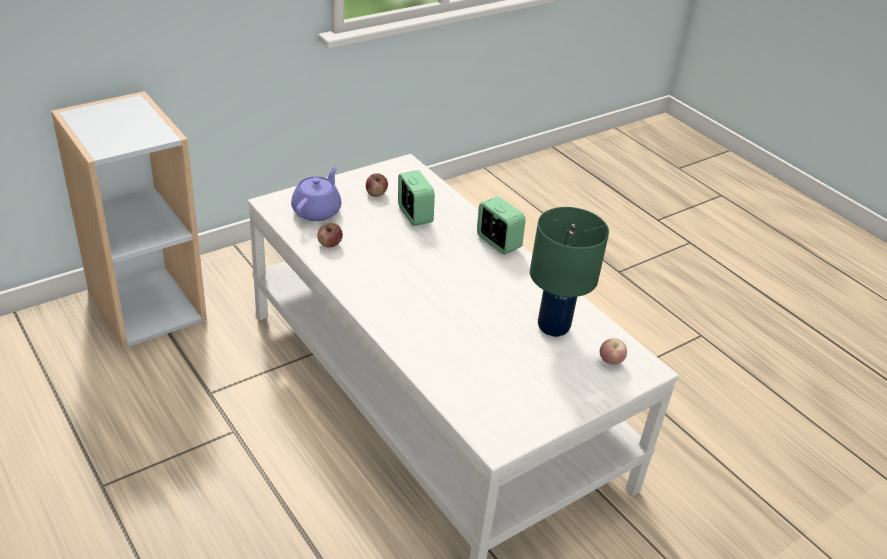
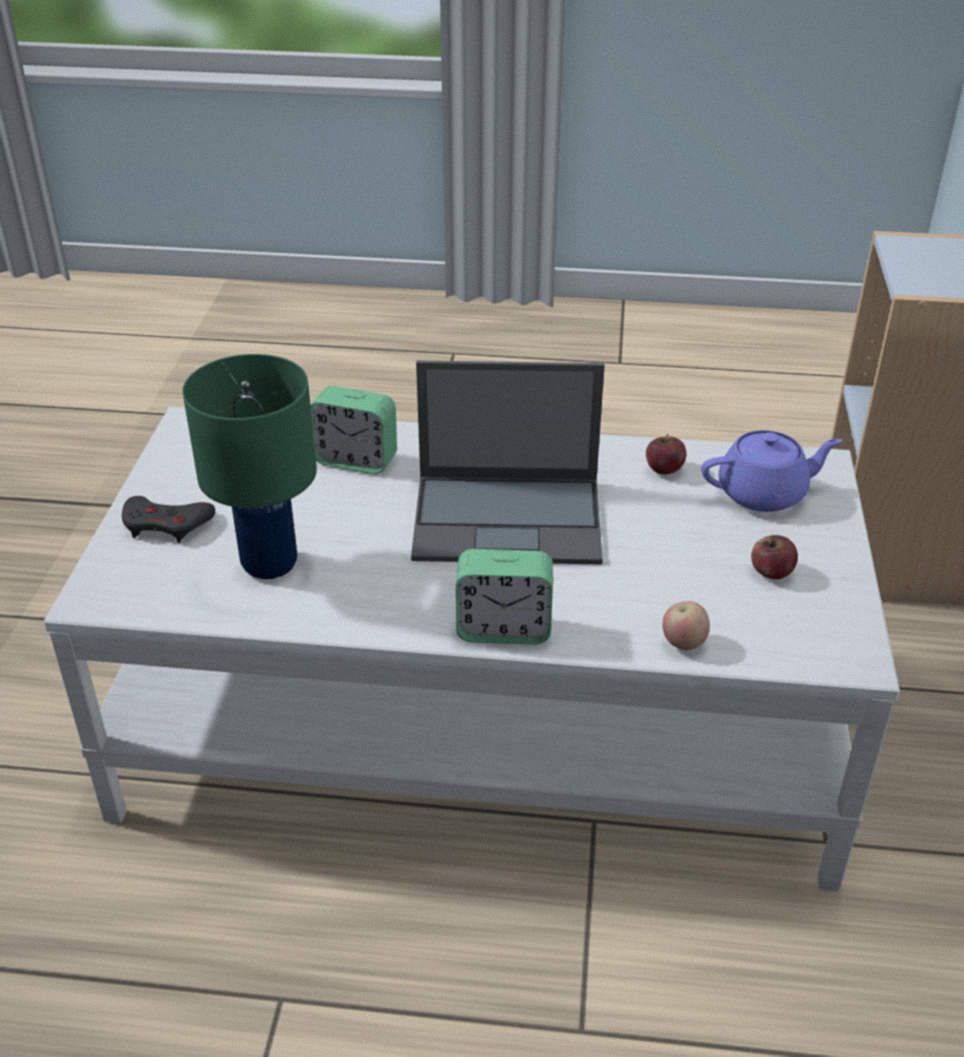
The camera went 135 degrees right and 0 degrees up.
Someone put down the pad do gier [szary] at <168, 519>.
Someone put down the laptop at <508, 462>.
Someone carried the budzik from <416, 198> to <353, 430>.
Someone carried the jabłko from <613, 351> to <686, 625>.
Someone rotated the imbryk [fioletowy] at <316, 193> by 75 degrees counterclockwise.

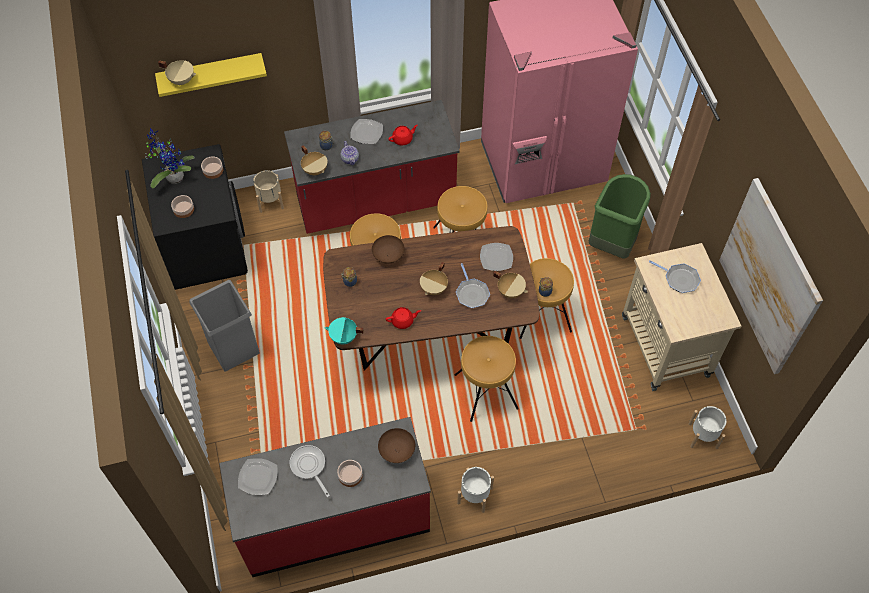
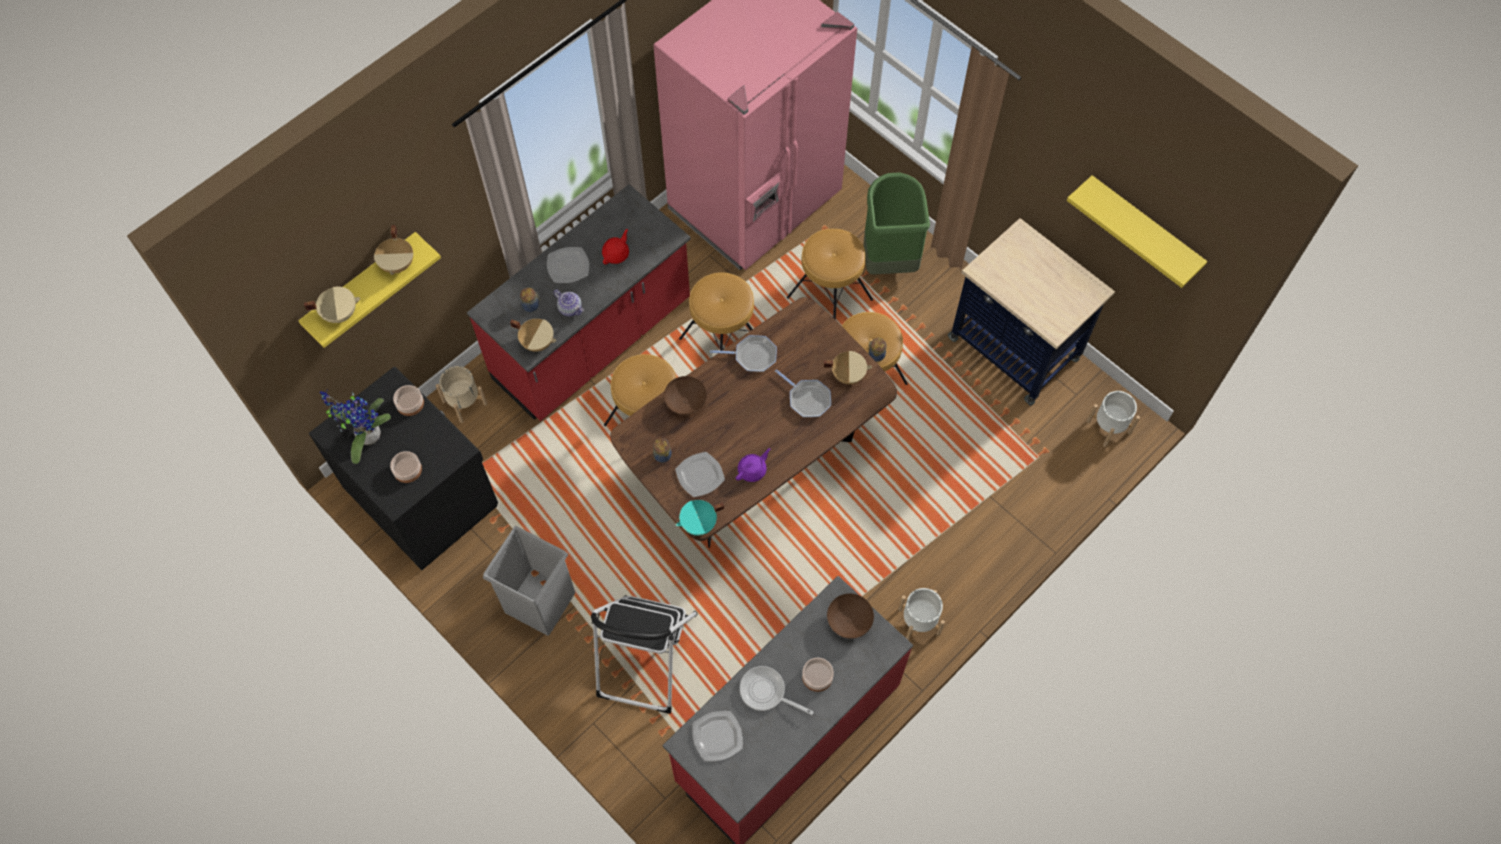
The camera went 30 degrees left and 5 degrees up.
Someone put down the drabinka at <644, 654>.
Someone carried the garnek [beżowy] from <434, 278> to <393, 250>.
Someone carried the stołek [brązowy] from <487, 379> to <830, 274>.
Someone carried the talerz from <496, 257> to <700, 474>.
Someone carried the patelnia from <675, 277> to <743, 353>.
Someone swapped the obraz at <771, 276> for the półka [żółty] at <1137, 231>.
Someone repainted the imbryk [czerwony] at <403, 318>, which became the imbryk [fioletowy] at <753, 465>.
Someone repainted the wózek [beżowy] at <681, 317>, which became the wózek [niebieski] at <1031, 312>.

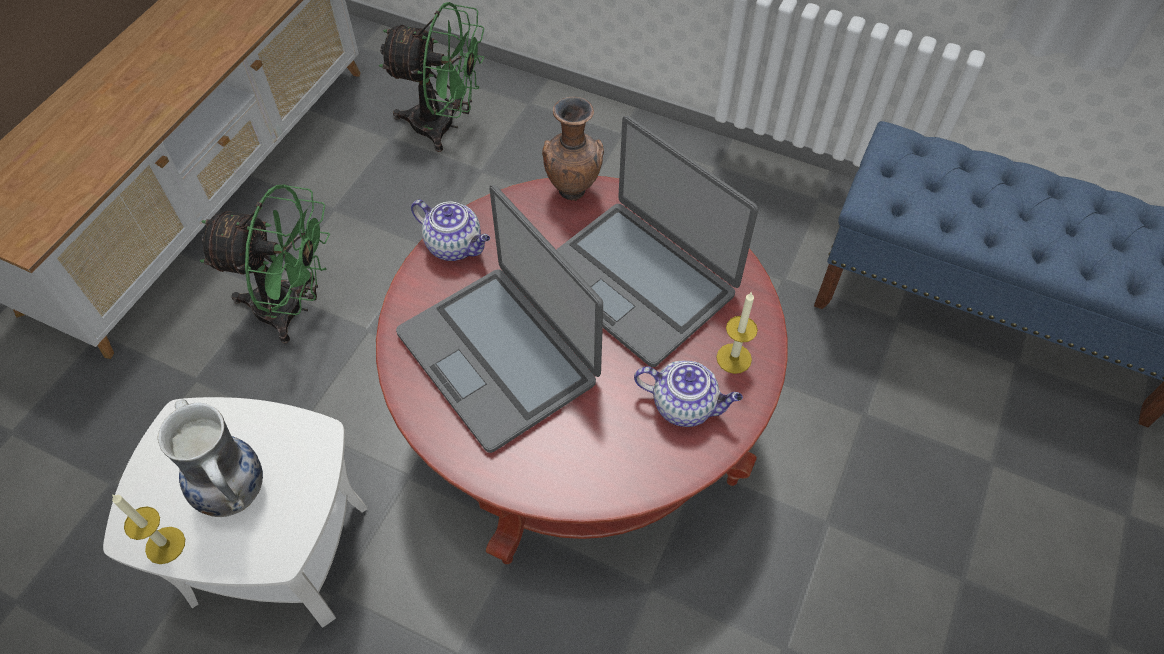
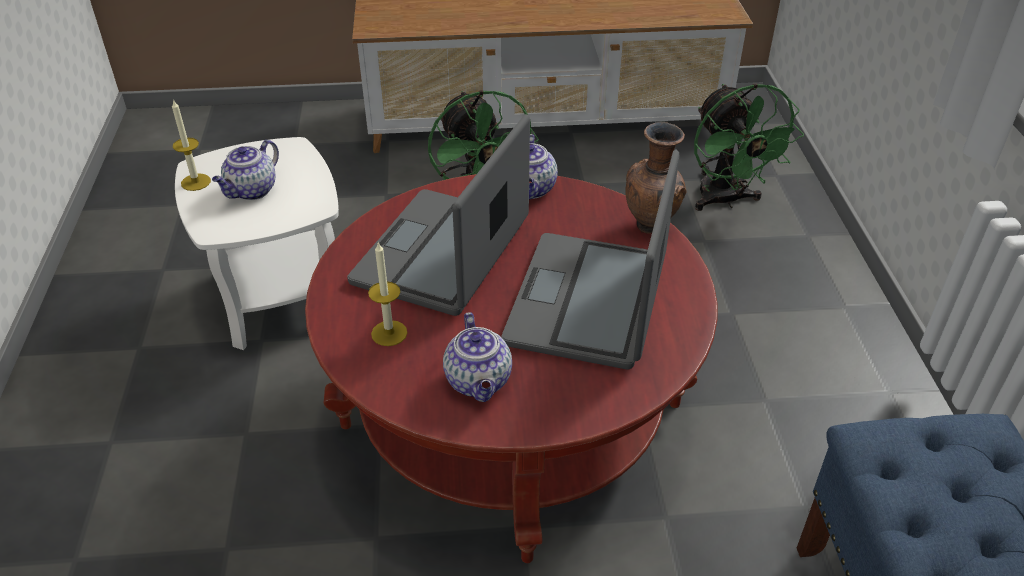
The camera went 60 degrees right and 15 degrees down.
Someone carried the świeca from <737, 332> to <387, 293>.
Someone swapped the wazon at <210, 458> for the imbryk at <245, 170>.

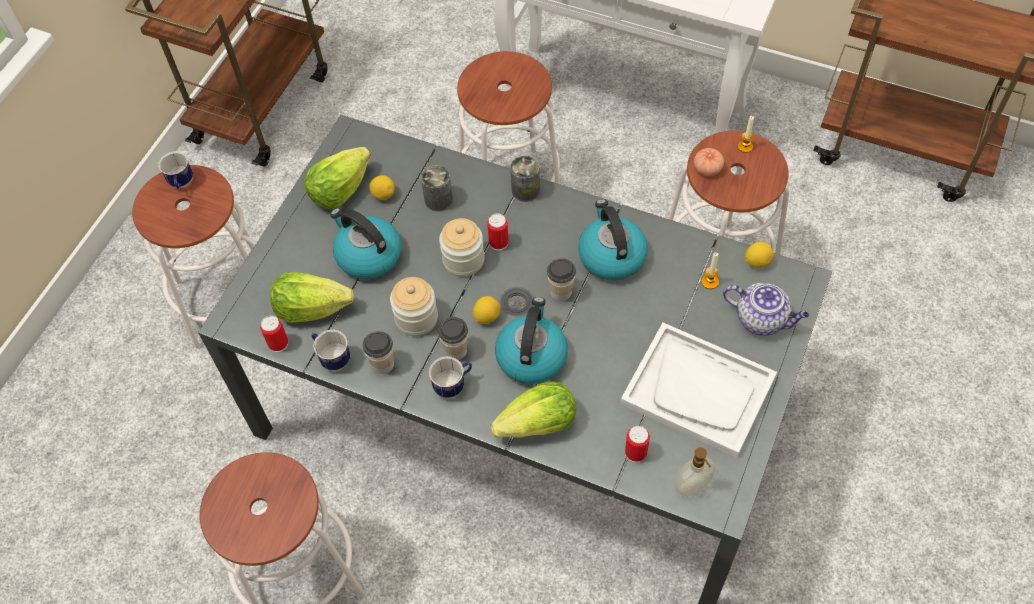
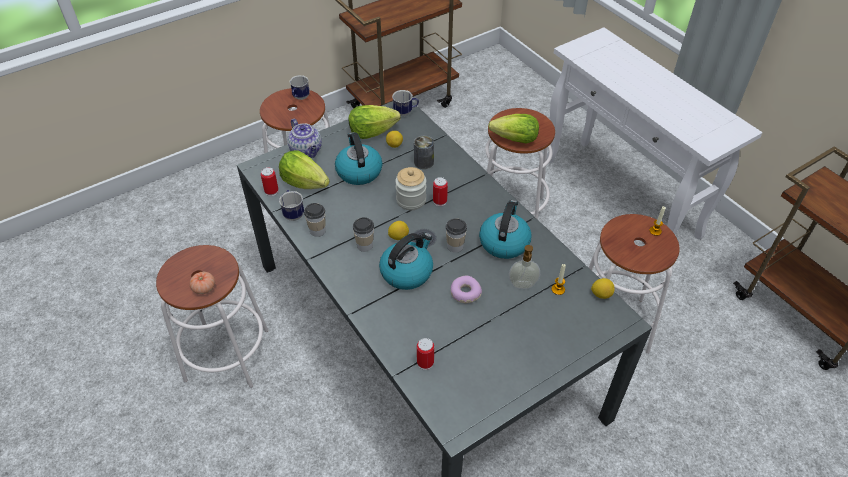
The camera went 30 degrees right and 10 degrees down.
Someone took away the słoik at <414, 306>.
Someone took away the puszka at <525, 178>.
Someone took away the taca [biały] at <698, 390>.
Someone put down the donut at <466, 289>.
Someone carried the kubek from <450, 377> to <405, 103>.
Someone carried the sałata from <533, 409> to <513, 129>.
Someone carried the dozownik mydła from <695, 471> to <524, 267>.
Someone carried the pomidor from <709, 162> to <202, 283>.
Someone carried the imbryk from <766, 309> to <305, 138>.

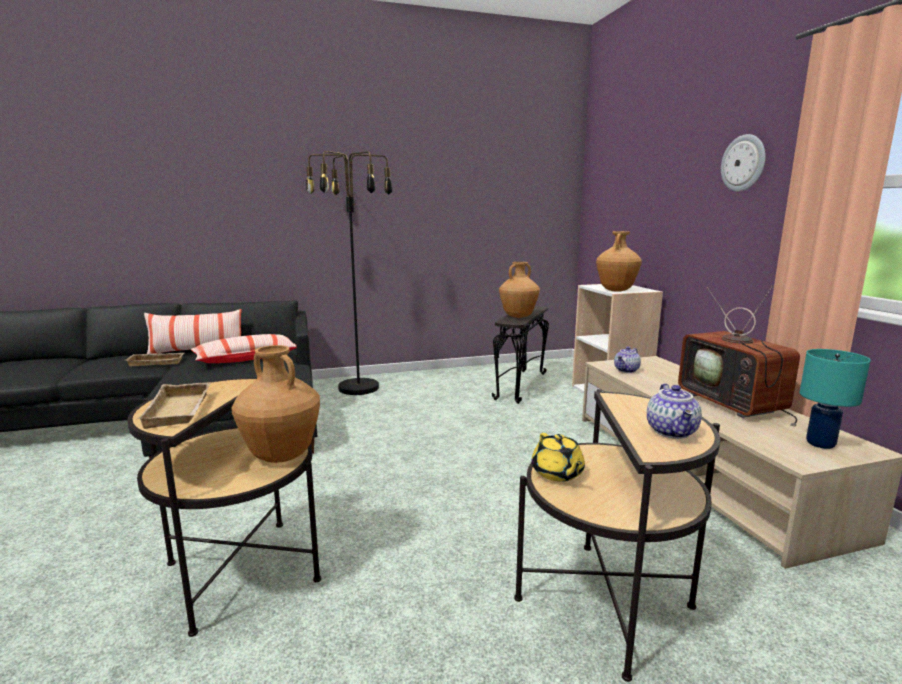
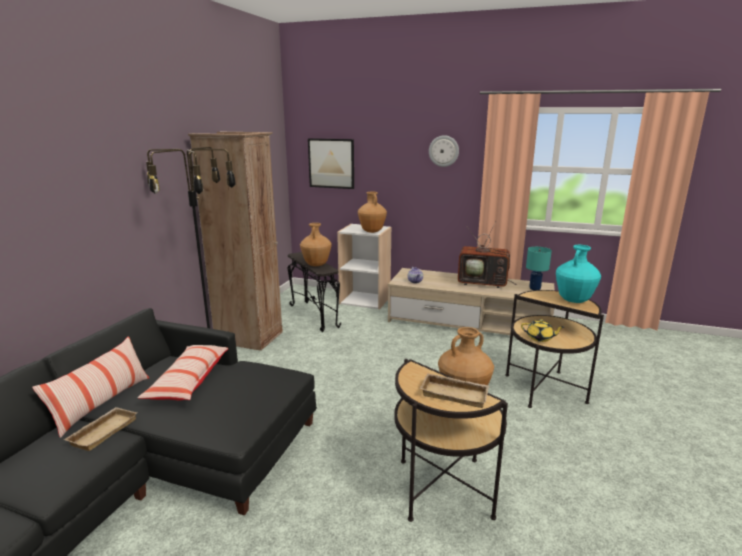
The camera went 55 degrees left and 5 degrees up.
Someone put down the szafka [brązowy] at <235, 241>.
Someone put up the obraz at <331, 163>.
Someone swapped the imbryk at <674, 411> for the wazon [turkusowy] at <578, 274>.

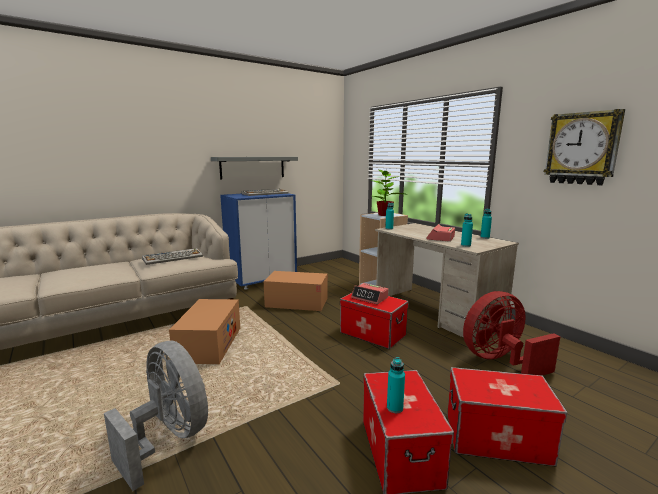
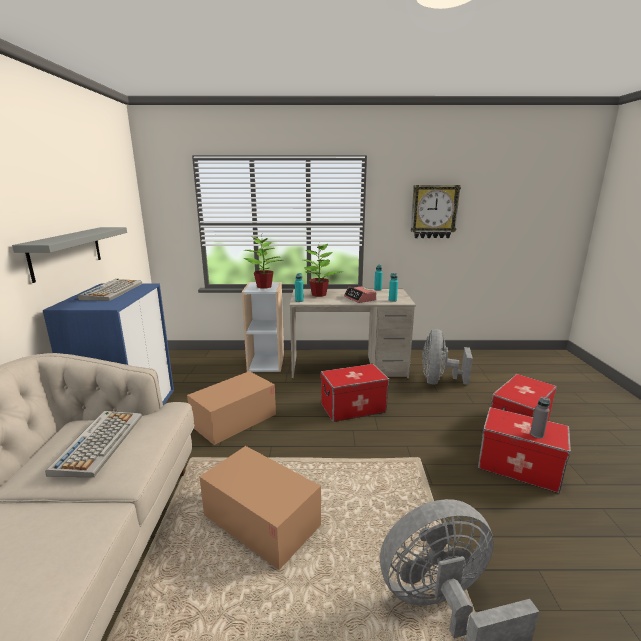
The camera went 55 degrees left and 5 degrees up.
Someone took away the budzik at <370, 294>.
Someone put down the roślina doniczkowa at <323, 270>.
Someone repainted the butelka [turkusowy] at <396, 385>, which became the butelka [szary] at <540, 417>.
Someone repainted the wentylator [czerwony] at <511, 333>, which became the wentylator [szary] at <447, 357>.

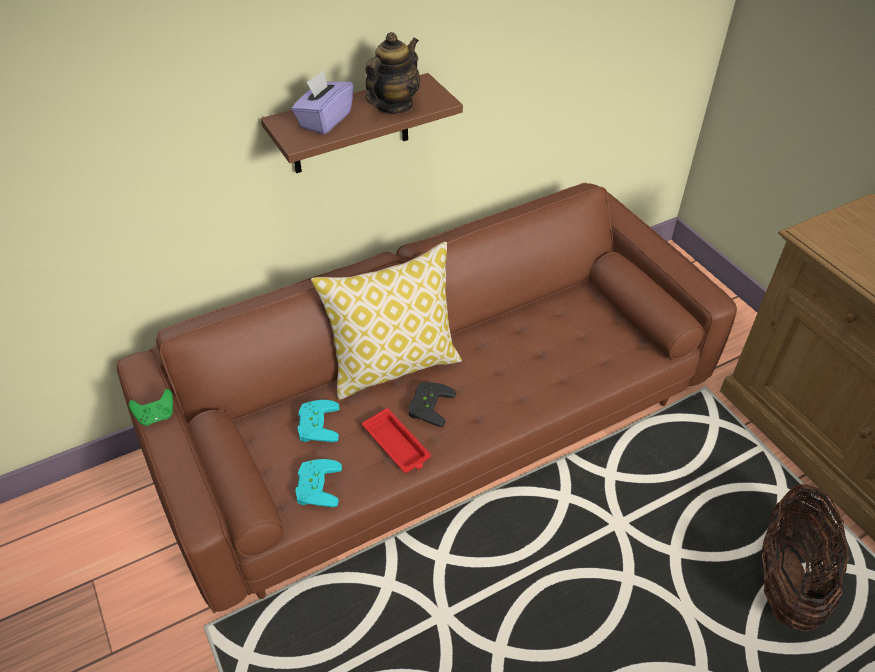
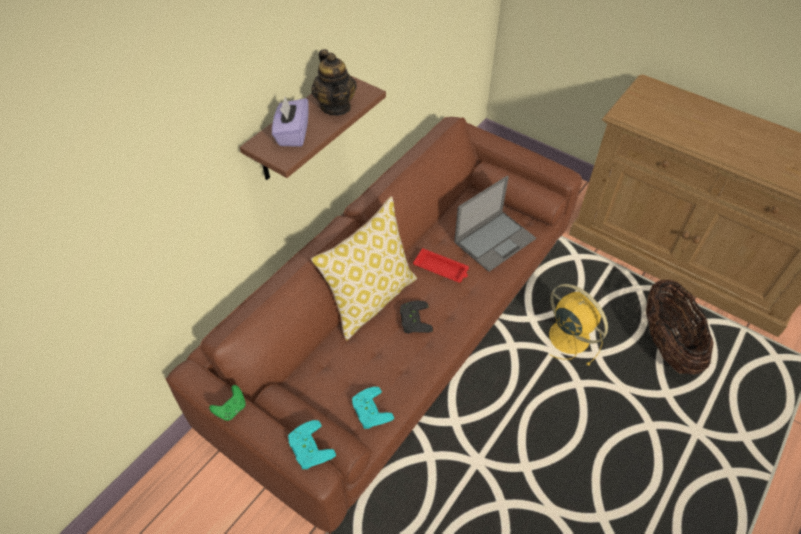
The camera went 25 degrees left and 5 degrees up.
Someone put down the laptop at <495, 224>.
Someone put down the wentylator [żółty] at <578, 325>.
Someone carried the pad do gier [turkusowy] from <319, 421> to <312, 445>.
Someone carried the taca [czerwony] from <396, 440> to <441, 265>.
Someone rotated the imbryk at <393, 73> by 150 degrees clockwise.

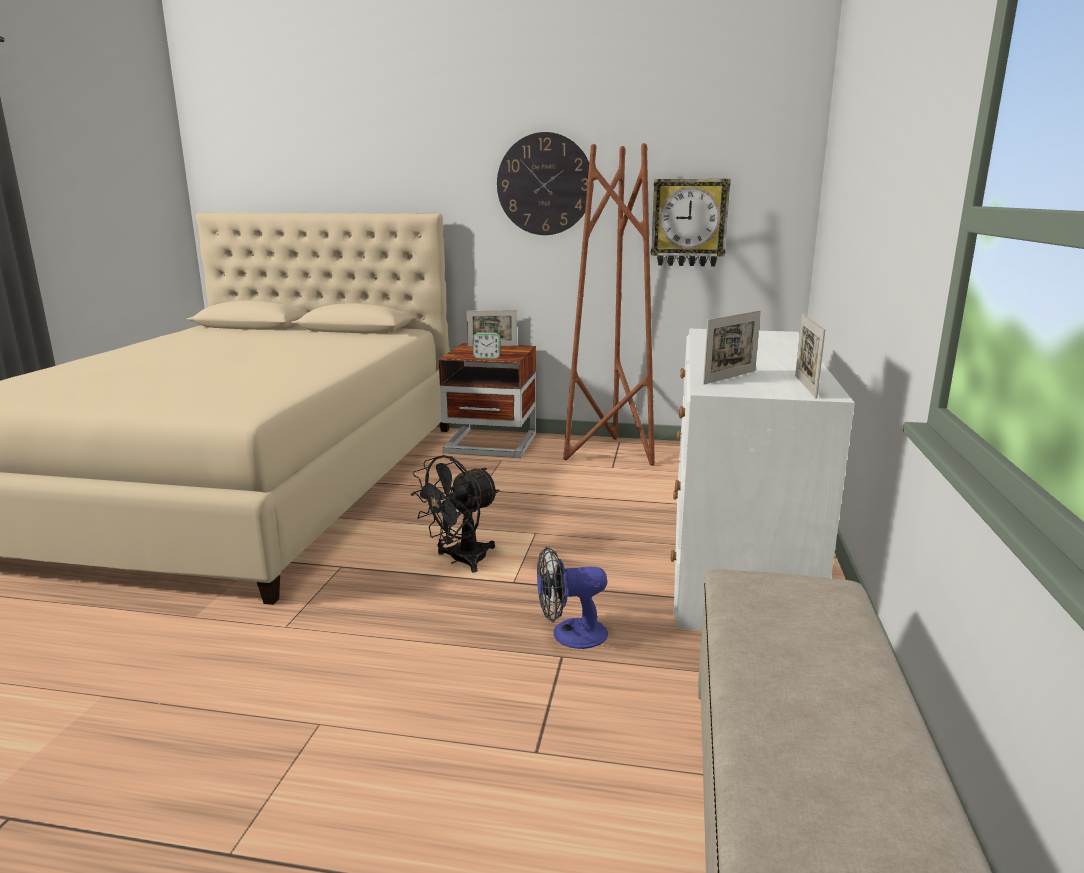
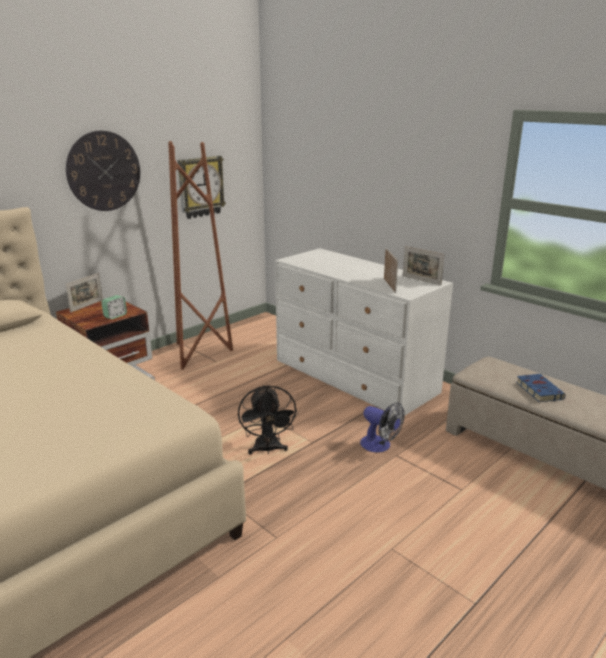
The camera went 55 degrees left and 5 degrees up.
Someone put down the książka [niebieski] at <541, 388>.
Someone rotated the wentylator at <572, 598> by 75 degrees counterclockwise.

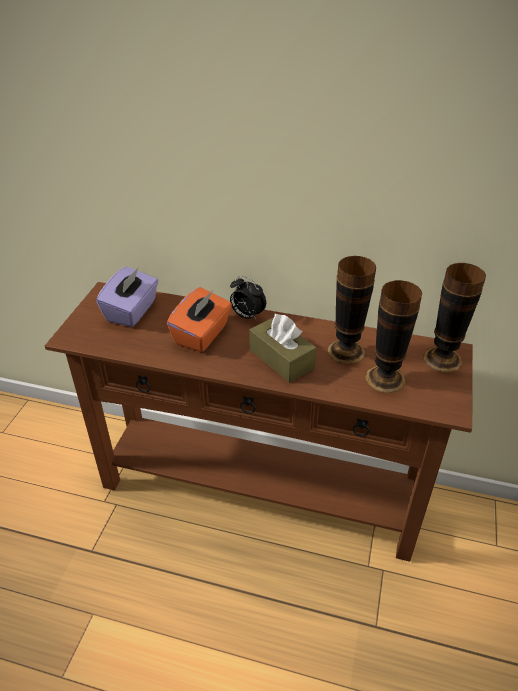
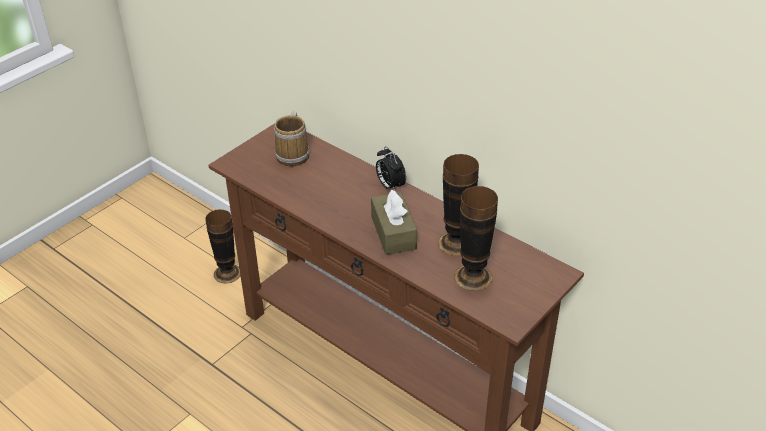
The camera went 25 degrees right and 0 degrees up.
Someone took away the pudełko chusteczek [pomarańczowy] at <199, 319>.
Someone carried the wazon from <454, 317> to <222, 246>.
Someone swapped the pudełko chusteczek [fioletowy] at <127, 296> for the kubek at <292, 138>.

